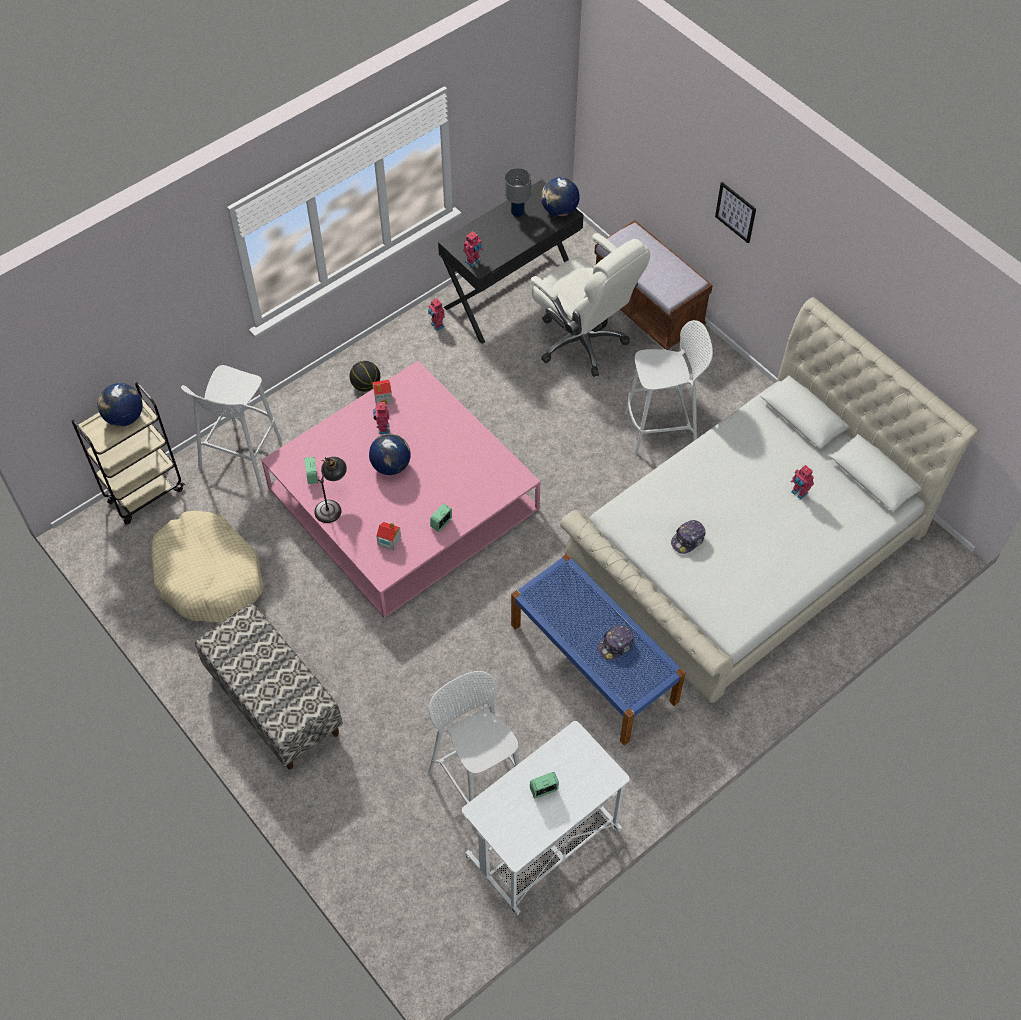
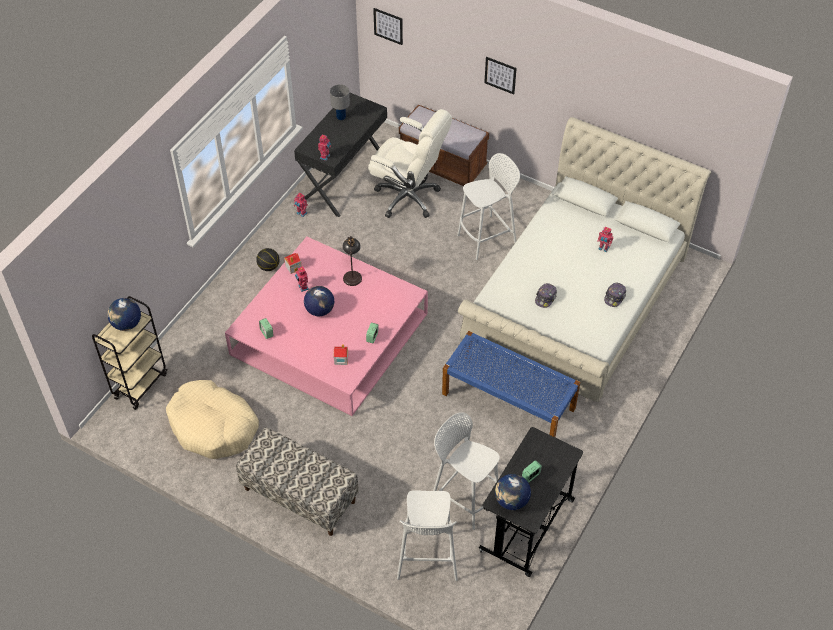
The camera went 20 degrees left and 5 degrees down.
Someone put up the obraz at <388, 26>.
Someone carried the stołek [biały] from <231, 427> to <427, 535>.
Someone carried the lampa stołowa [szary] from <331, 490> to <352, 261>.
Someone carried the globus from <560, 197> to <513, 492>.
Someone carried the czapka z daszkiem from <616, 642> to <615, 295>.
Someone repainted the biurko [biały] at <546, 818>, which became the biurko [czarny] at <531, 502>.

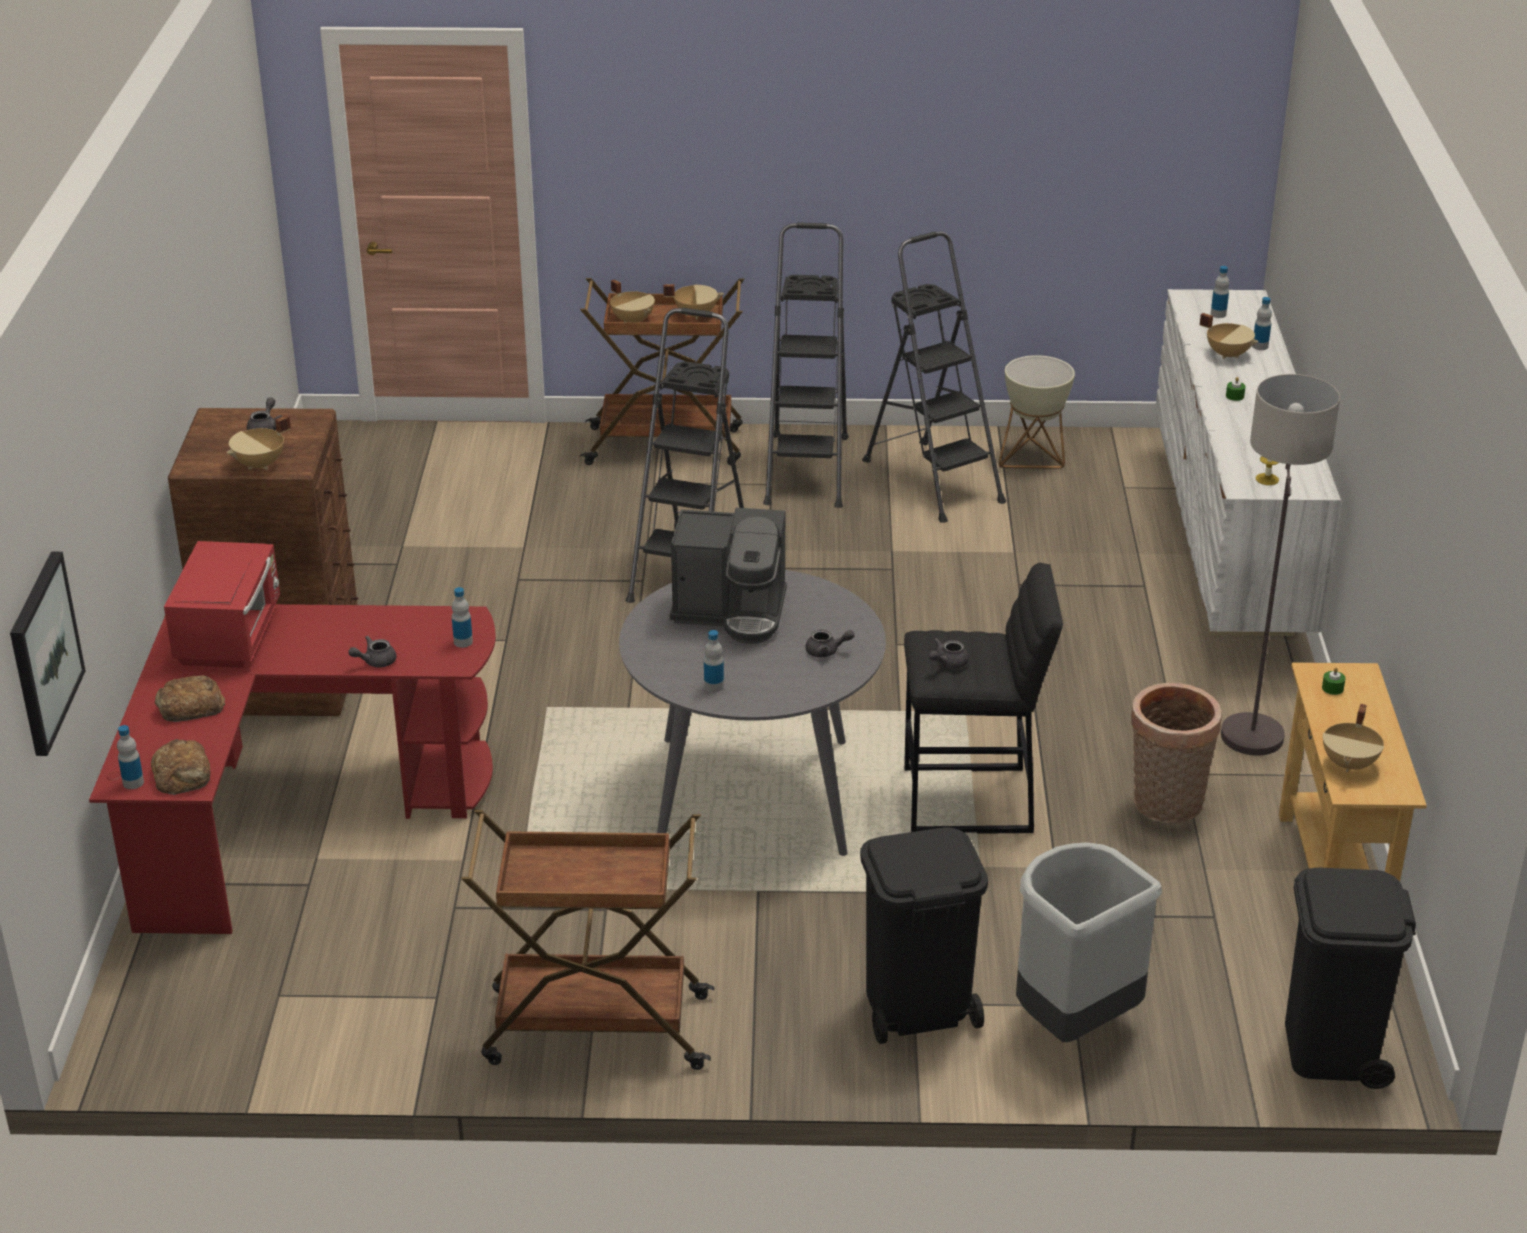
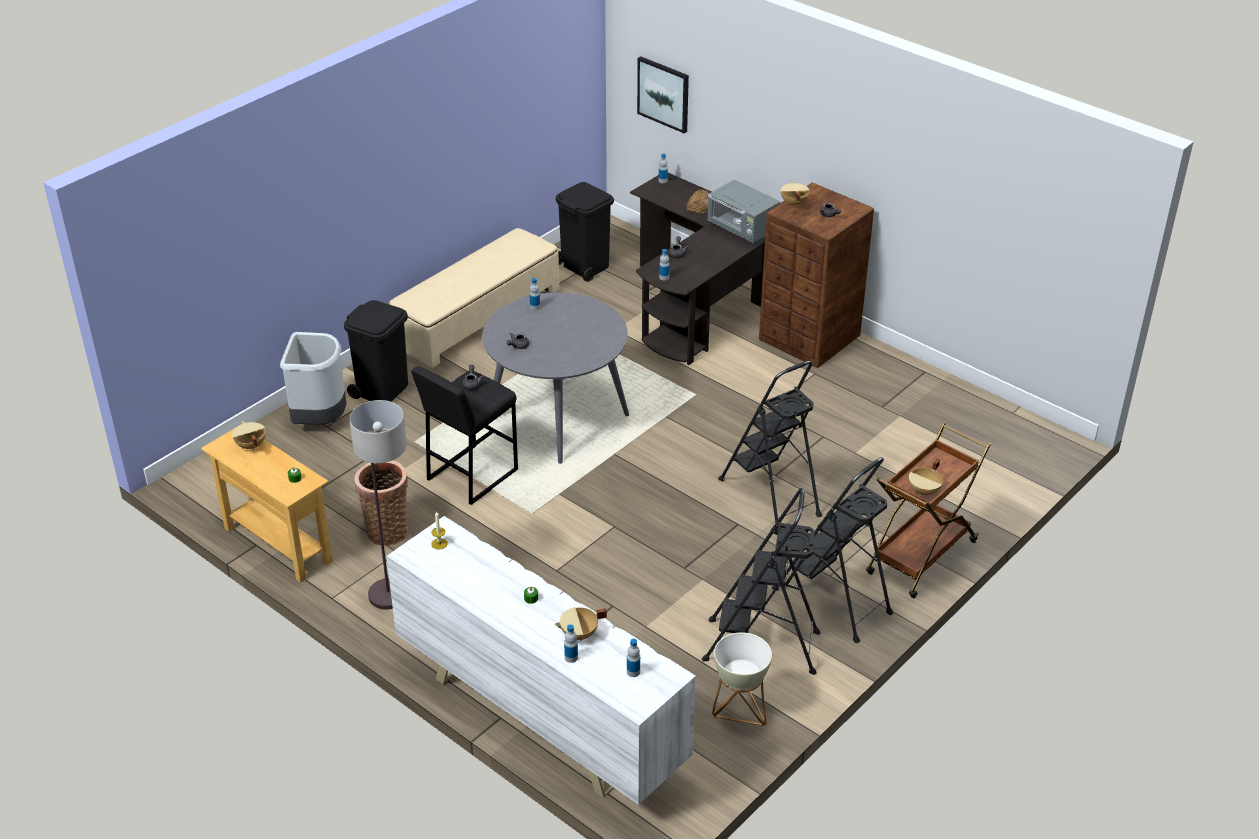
The camera went 130 degrees right and 5 degrees up.
Someone took away the chleb at <180, 767>.
Someone took away the garnek [beżowy] at <632, 301>.
Someone took away the ekspres do kawy at <728, 576>.
Someone carried the kosz na śmieci [czarny] from <1350, 978> to <585, 232>.
Someone swapped the wózek [brązowy] at <587, 940> for the ławka [beżowy] at <474, 298>.
Someone repainted the biurko [czerwony] at <292, 769>, which became the biurko [czarny] at <697, 269>.
Someone repainted the mikrofalówka [czerwony] at <222, 604>, which became the mikrofalówka [szary] at <744, 211>.

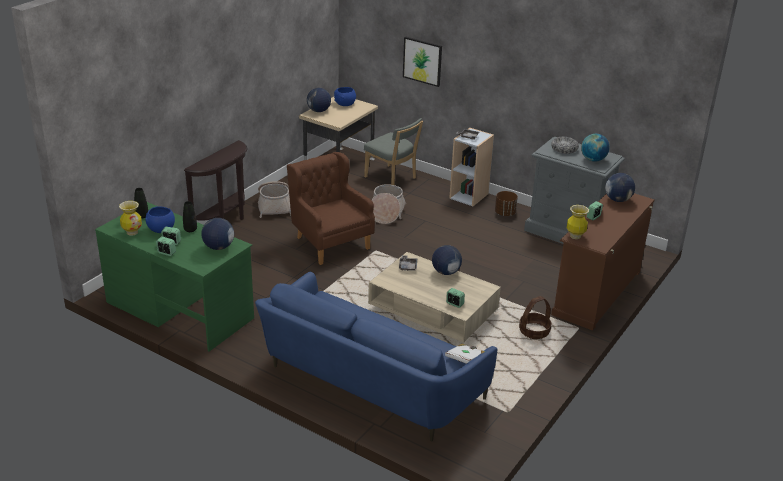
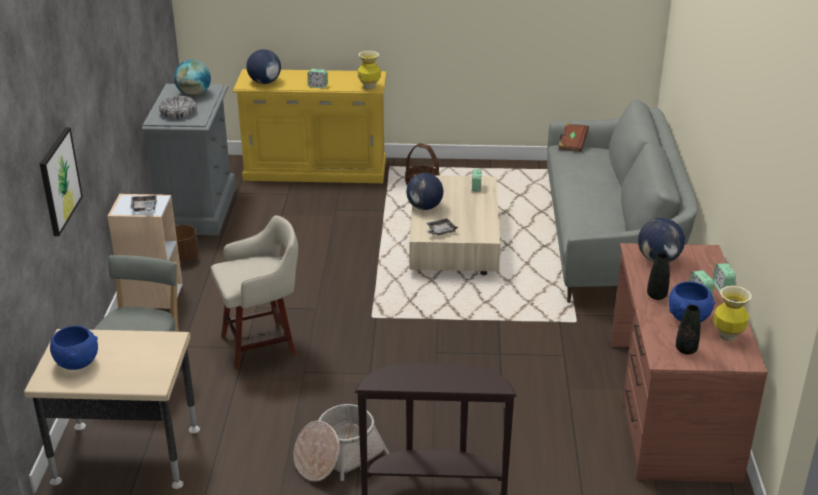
The camera went 120 degrees left and 0 degrees up.
Someone took away the fotel [brązowy] at <331, 208>.
Someone took away the globus at <319, 100>.
Someone swapped the koszyk at <389, 204> for the stołek [beżowy] at <254, 292>.
Someone repainted the biurko [zielony] at <174, 277>, which became the biurko [brązowy] at <689, 363>.
Someone repainted the kanapa [niebieski] at <376, 357>, which became the kanapa [szary] at <622, 201>.
Someone repainted the książka [biały] at <465, 354>, which became the książka [brązowy] at <573, 137>.
Someone repainted the szafka [brązowy] at <603, 262>, which became the szafka [żółty] at <310, 126>.

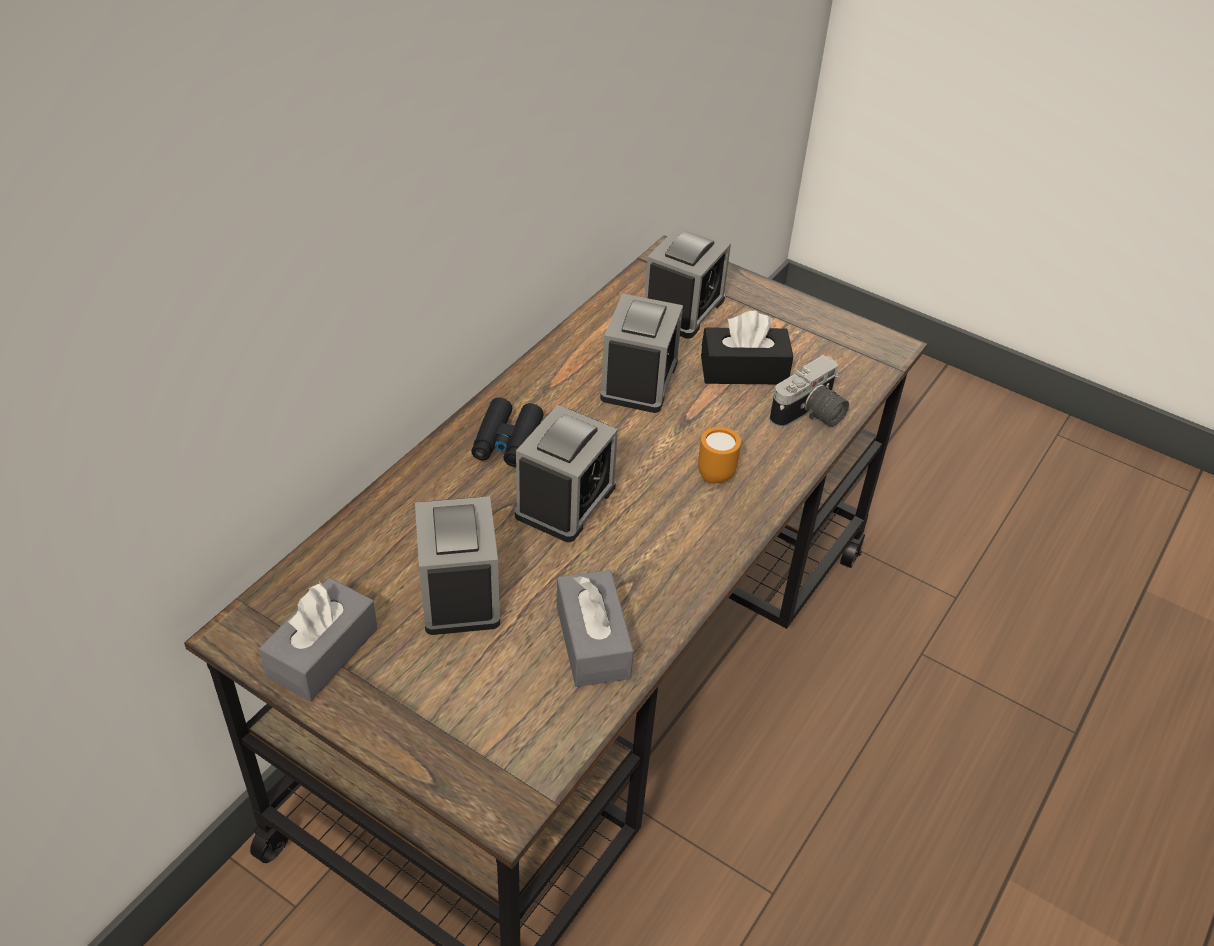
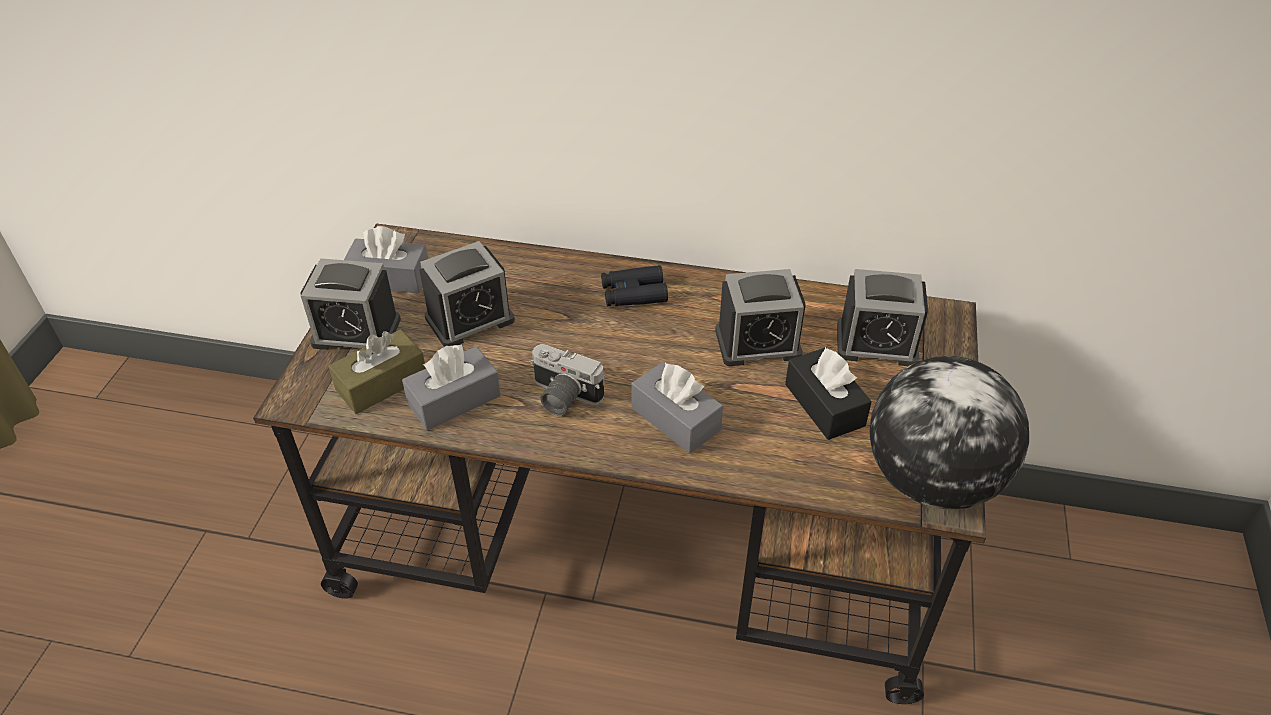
The camera went 70 degrees right and 0 degrees up.
Someone put down the pudełko chusteczek [brązowy] at <377, 372>.
Someone put down the globus at <949, 433>.
Someone carried the budzik from <566, 473> to <350, 304>.
Someone carried the aparat fotograficzny from <809, 392> to <567, 379>.
Someone swapped the kubek [pomarańczowy] at <719, 455> for the pudełko chusteczek [szary] at <677, 407>.

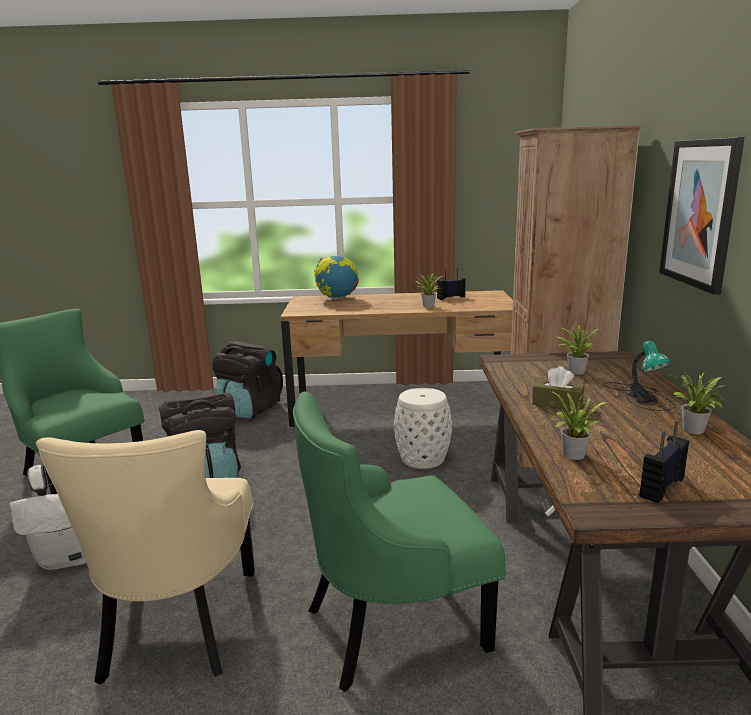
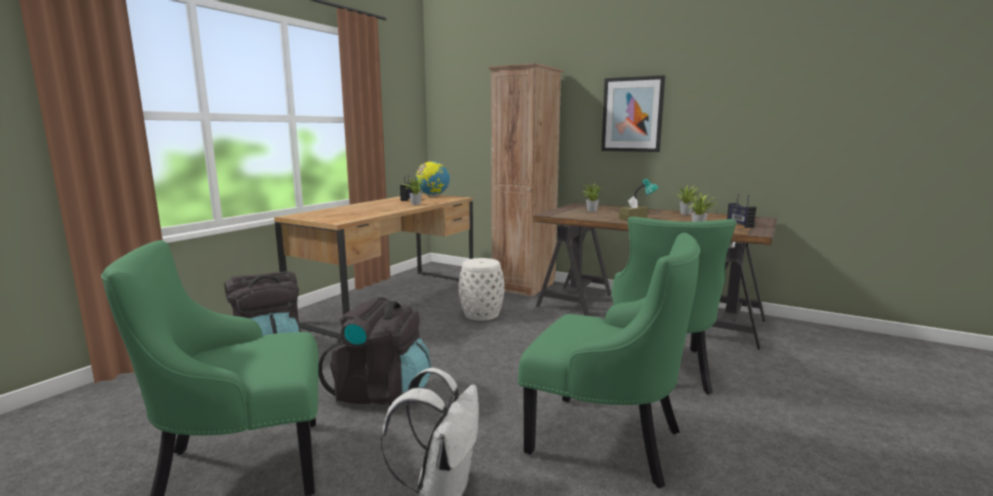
The camera went 60 degrees left and 5 degrees down.
Someone carried the globus from <336, 277> to <433, 178>.
Someone repainted the krzesło [beżowy] at <145, 557>, which became the krzesło [zielony] at <608, 360>.

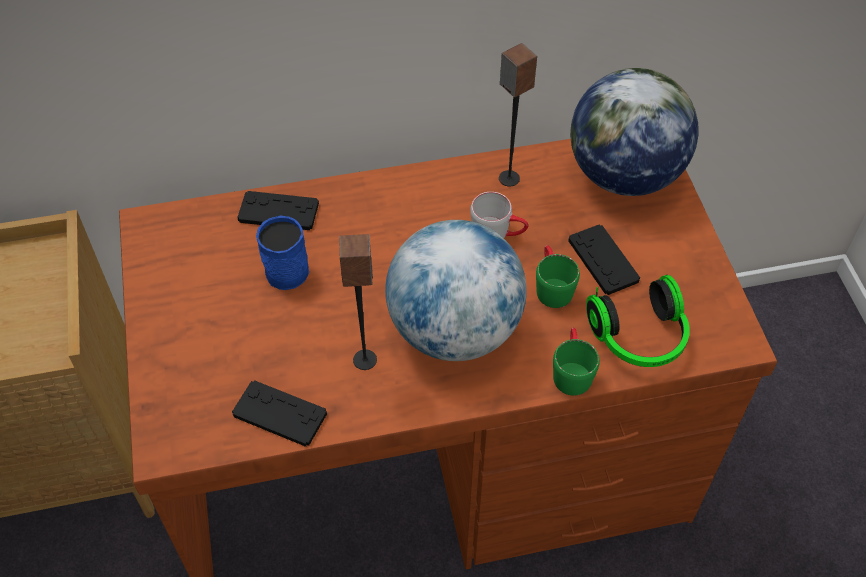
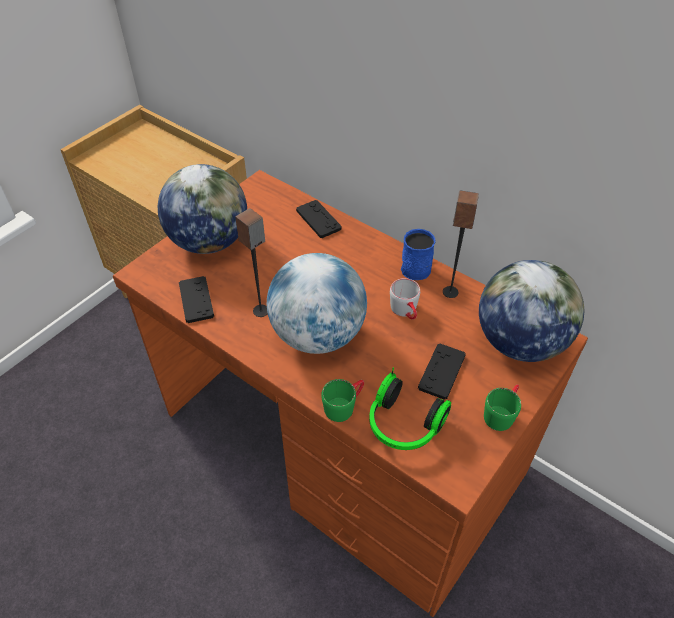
The camera went 50 degrees right and 5 degrees down.
Someone put down the globus at <202, 209>.
Someone carried the kubek [niebieski] from <282, 252> to <418, 254>.
Someone carried the kubek [zielony] from <558, 276> to <502, 407>.

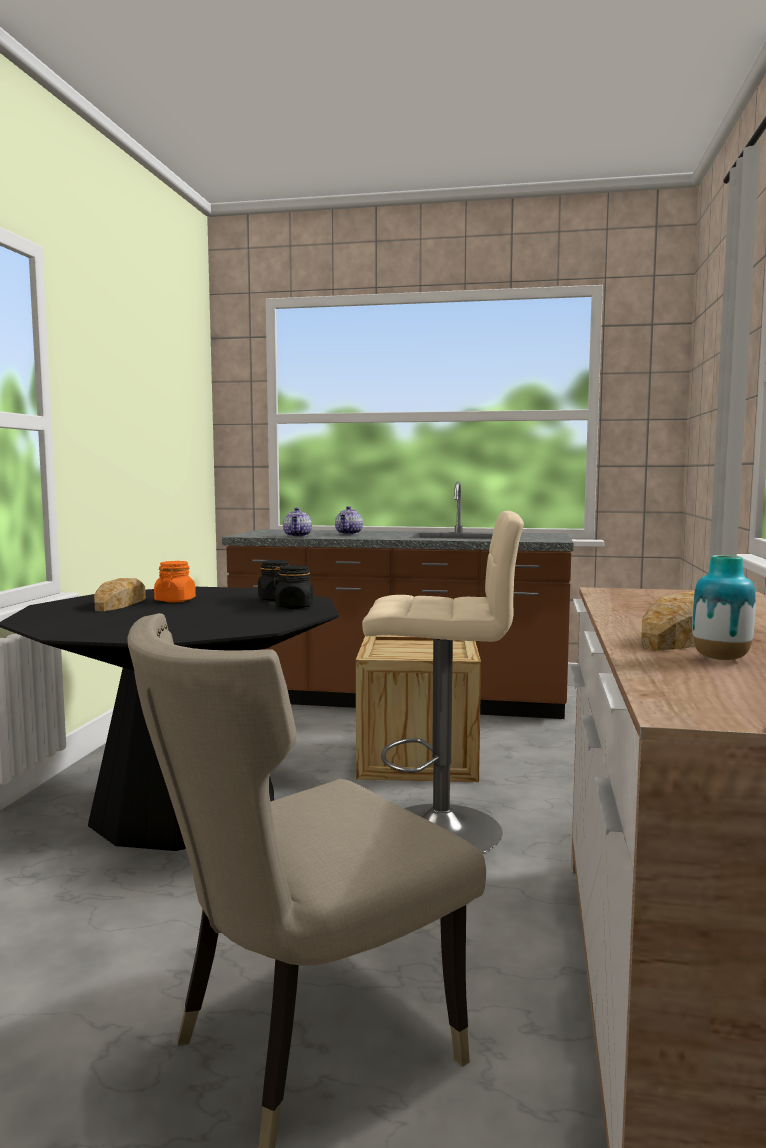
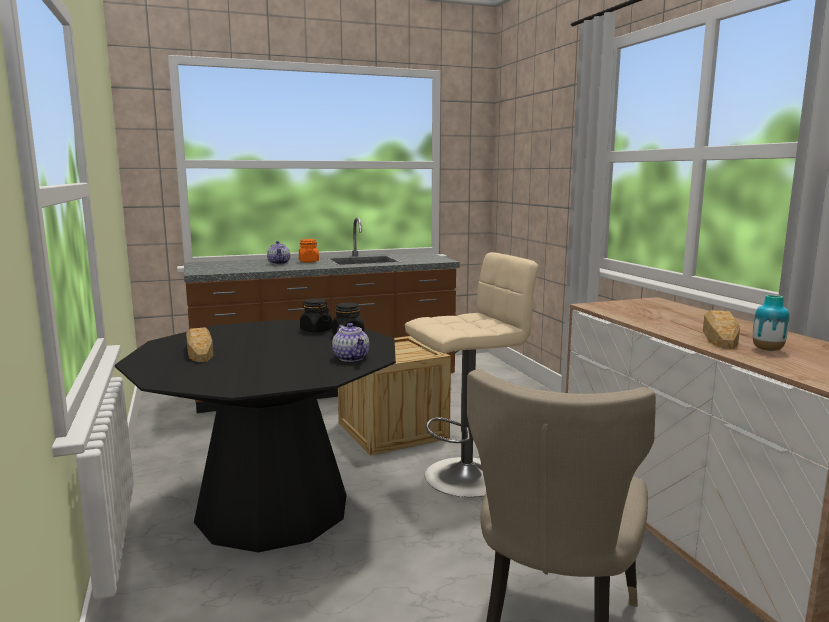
The camera went 30 degrees left and 5 degrees up.
Someone carried the słoik [pomarańczowy] from <175, 582> to <309, 250>.
Someone carried the imbryk from <297, 522> to <350, 342>.

